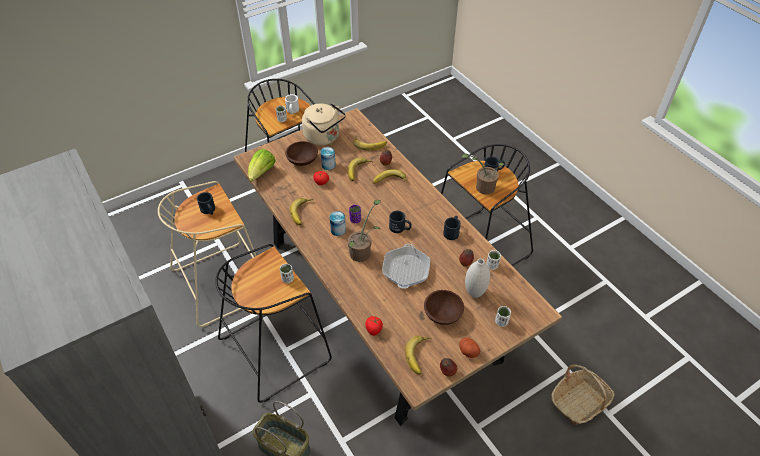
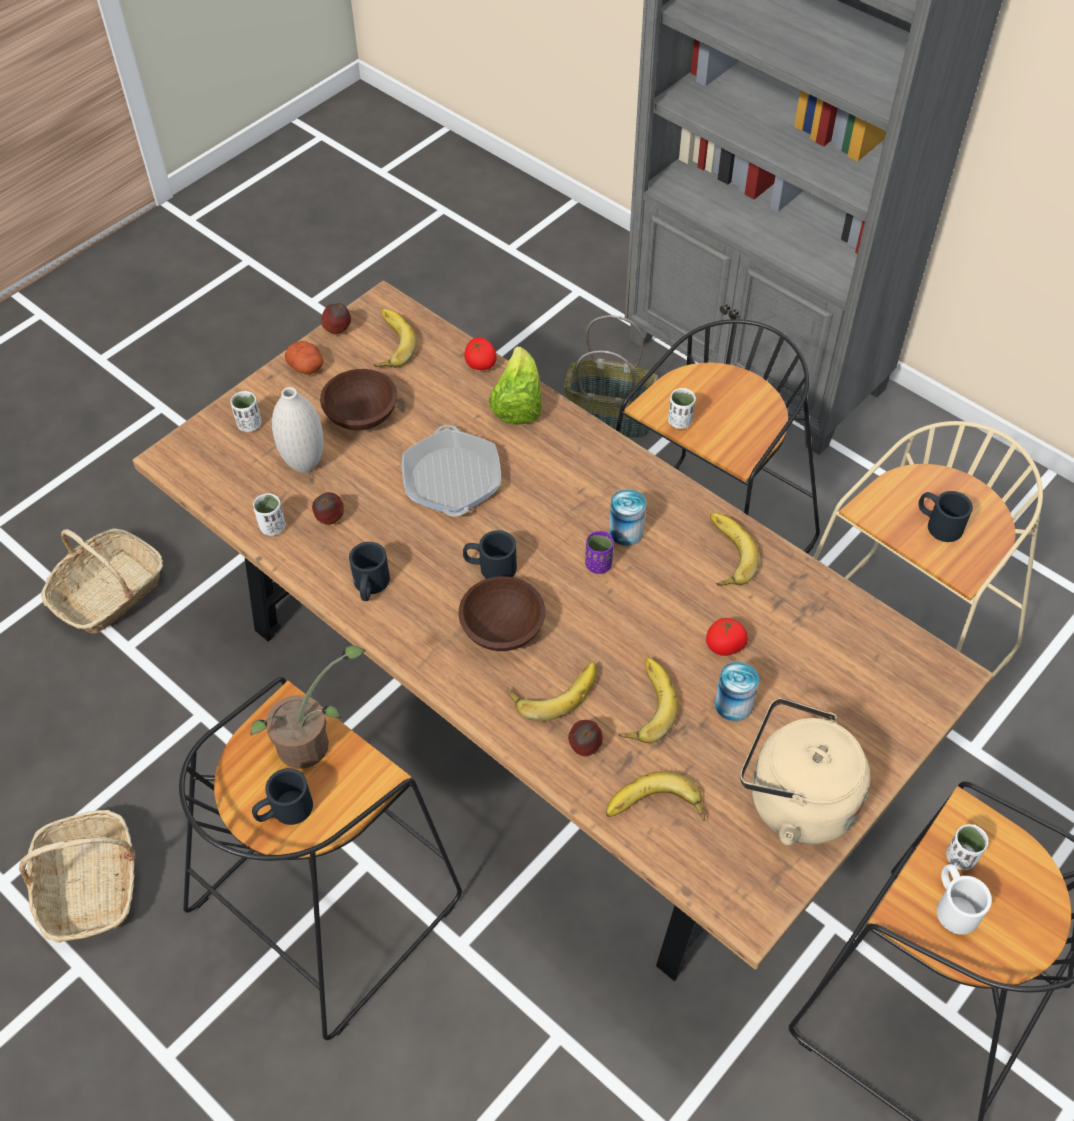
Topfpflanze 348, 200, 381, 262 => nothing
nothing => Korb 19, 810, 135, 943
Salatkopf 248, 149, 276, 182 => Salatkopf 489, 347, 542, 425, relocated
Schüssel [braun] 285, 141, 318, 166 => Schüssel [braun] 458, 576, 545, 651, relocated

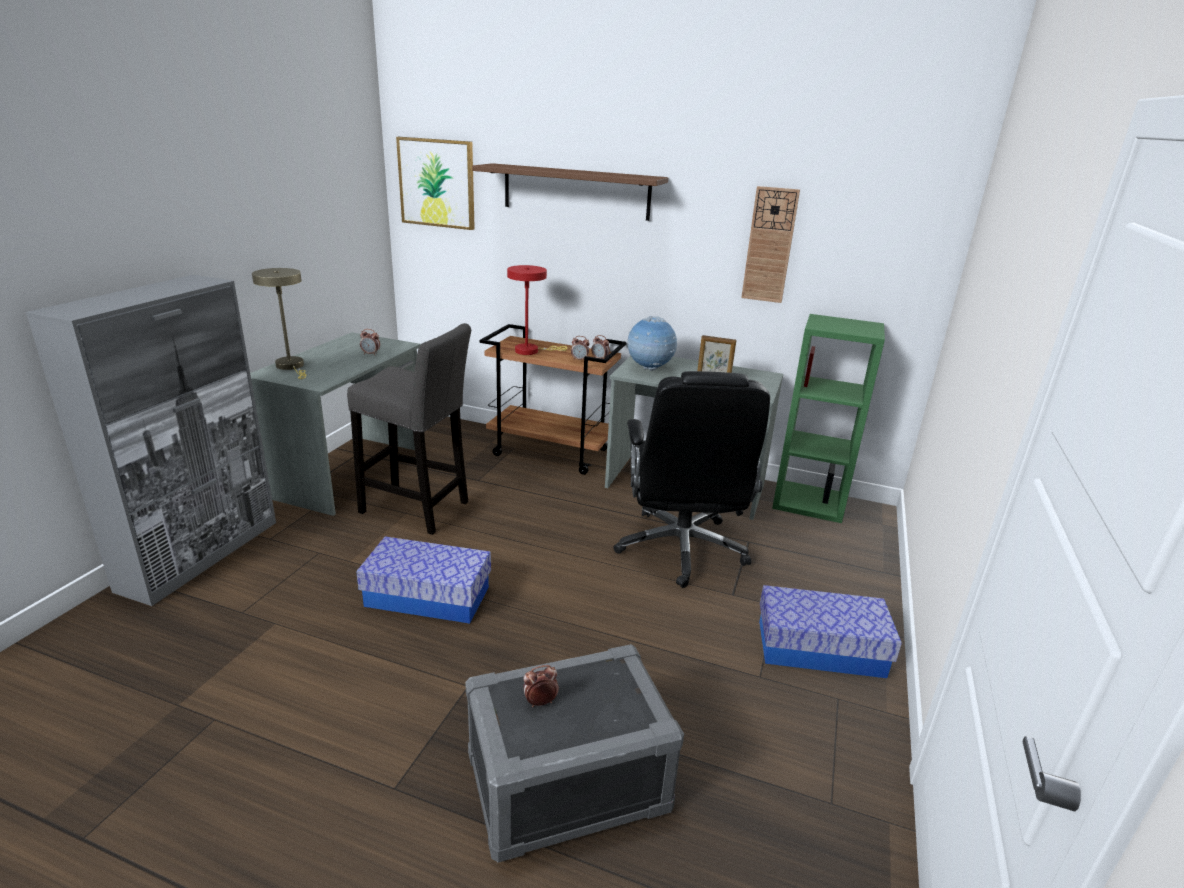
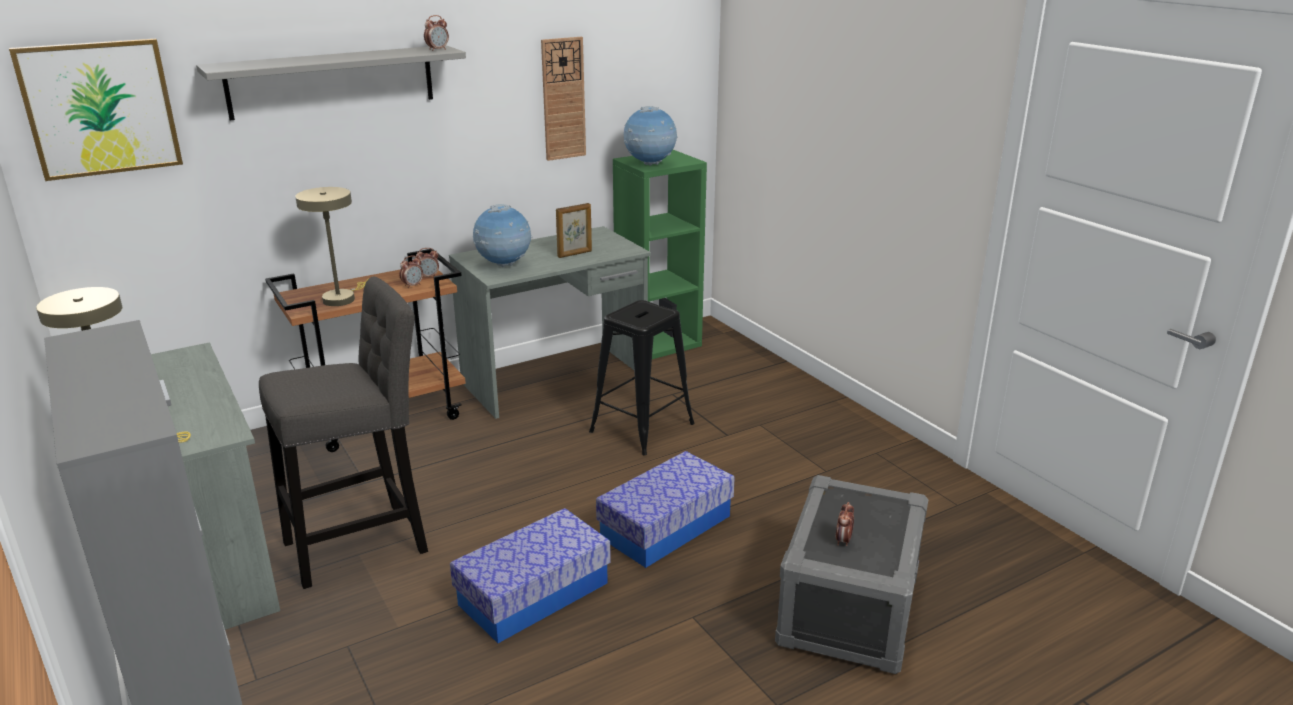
nothing => Globus 624, 106, 678, 166
Wecker 360, 329, 380, 356 => Wecker 424, 15, 449, 51, relocated
Aufbewahrungsbox 759, 585, 902, 678 => Aufbewahrungsbox 596, 451, 735, 568, relocated
Bürostuhl [schwarz] 613, 371, 770, 588 => Hocker [schwarz] 589, 300, 695, 455
Wandregal [braun] 472, 163, 668, 221 => Wandregal [grau] 196, 45, 466, 120
Tischlampe [rot] 507, 265, 567, 355 => Tischlampe [beige] 295, 187, 369, 306

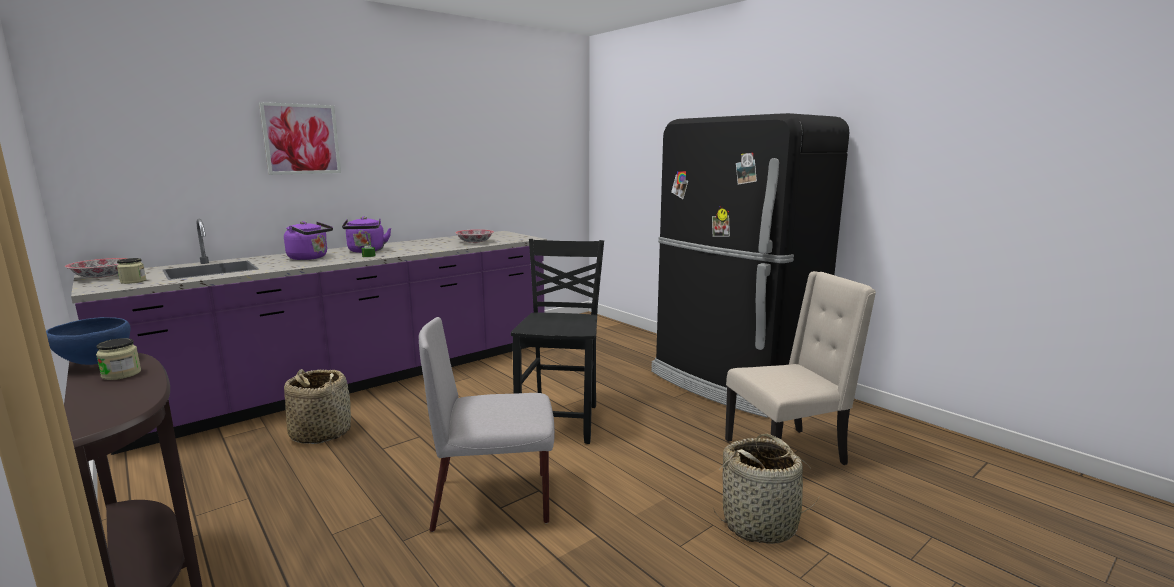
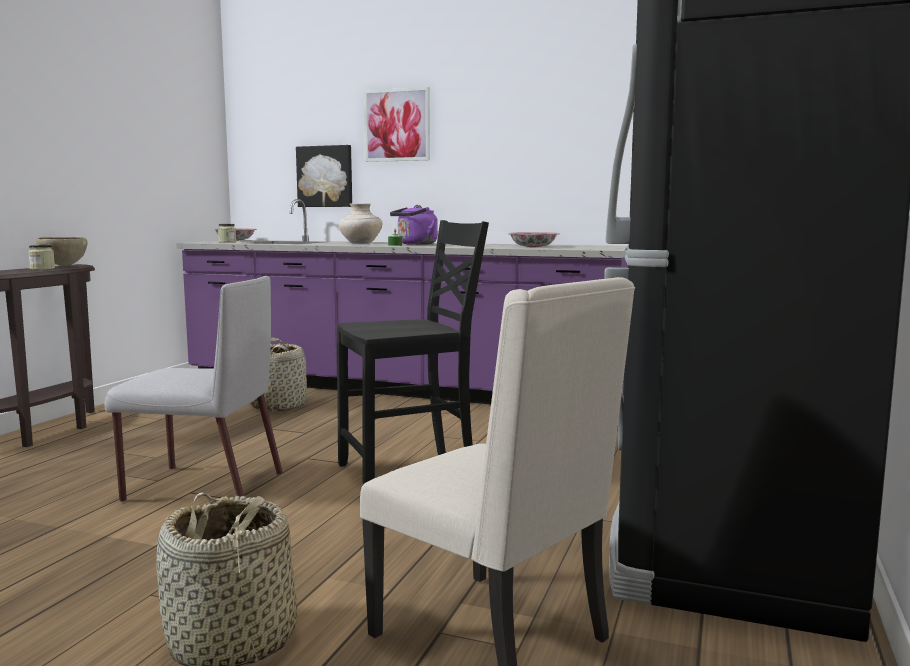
nothing => Bild 296, 145, 352, 207
Wasserkessel [lila] 284, 221, 333, 260 => Vase [beige] 339, 204, 382, 244
Schüssel [blau] 46, 317, 131, 365 => Schüssel [braun] 36, 237, 87, 266
Stuhl [grau] 419, 317, 555, 532 => Stuhl [grau] 105, 276, 283, 502, 135 degrees clockwise

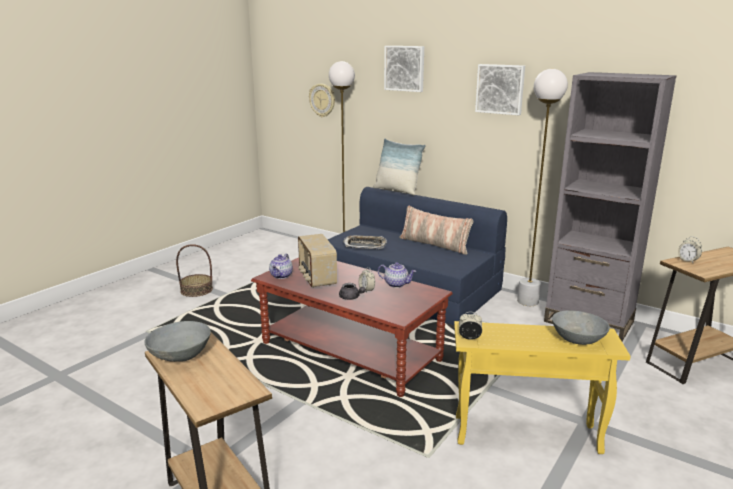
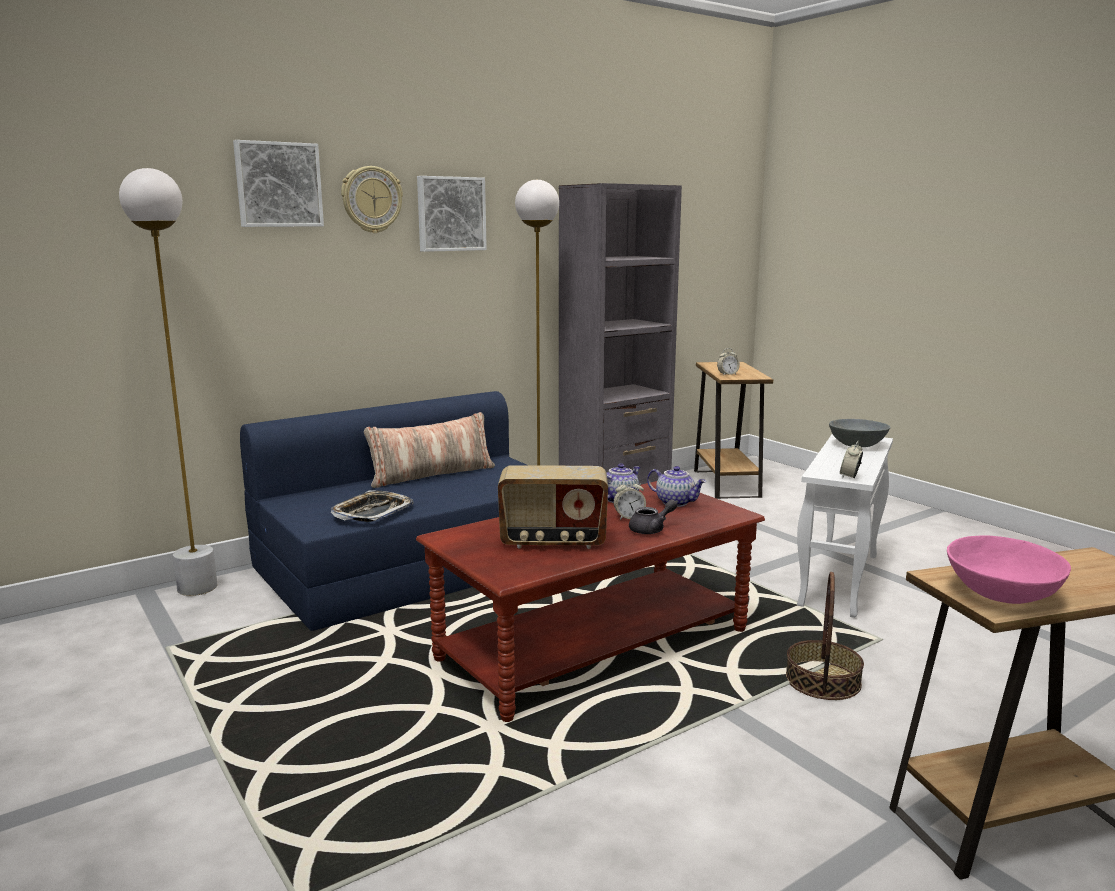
Kissen 373, 138, 426, 195 => nothing
Korb 176, 244, 213, 297 => Korb 786, 572, 864, 700, relocated
Teekanne 269, 253, 293, 279 => Teekanne 647, 466, 706, 507, relocated
Wanduhr 309, 84, 335, 117 => Wanduhr 341, 166, 403, 233, relocated
Schüssel [grau] 144, 321, 211, 362 => Schüssel [rosa] 947, 535, 1071, 604
Beistelltisch [gelb] 454, 321, 631, 454 => Beistelltisch [weiß] 797, 434, 893, 618

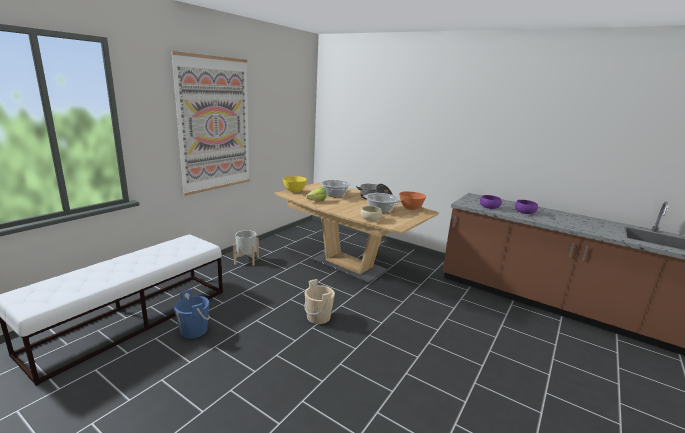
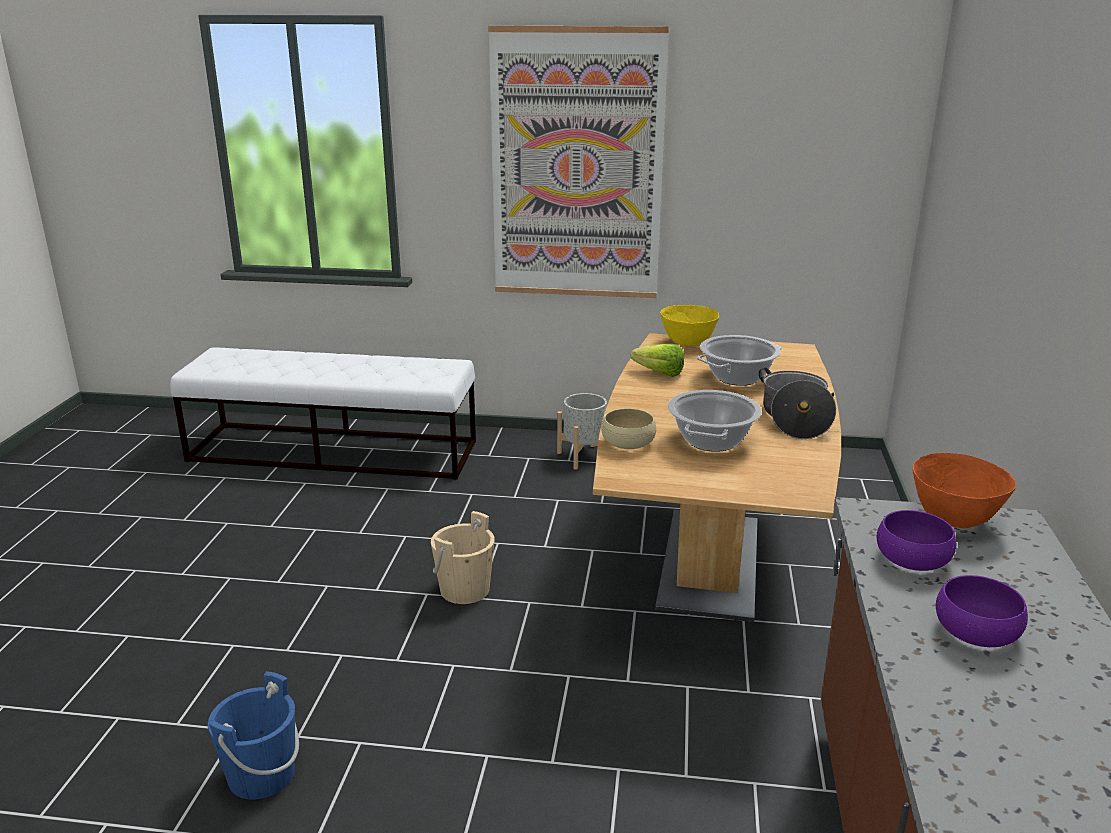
Eimer [blau] 174, 289, 210, 339 => Eimer [blau] 208, 671, 299, 800, relocated
Schüssel [orange] 399, 191, 426, 210 => Schüssel [orange] 912, 453, 1016, 528, relocated

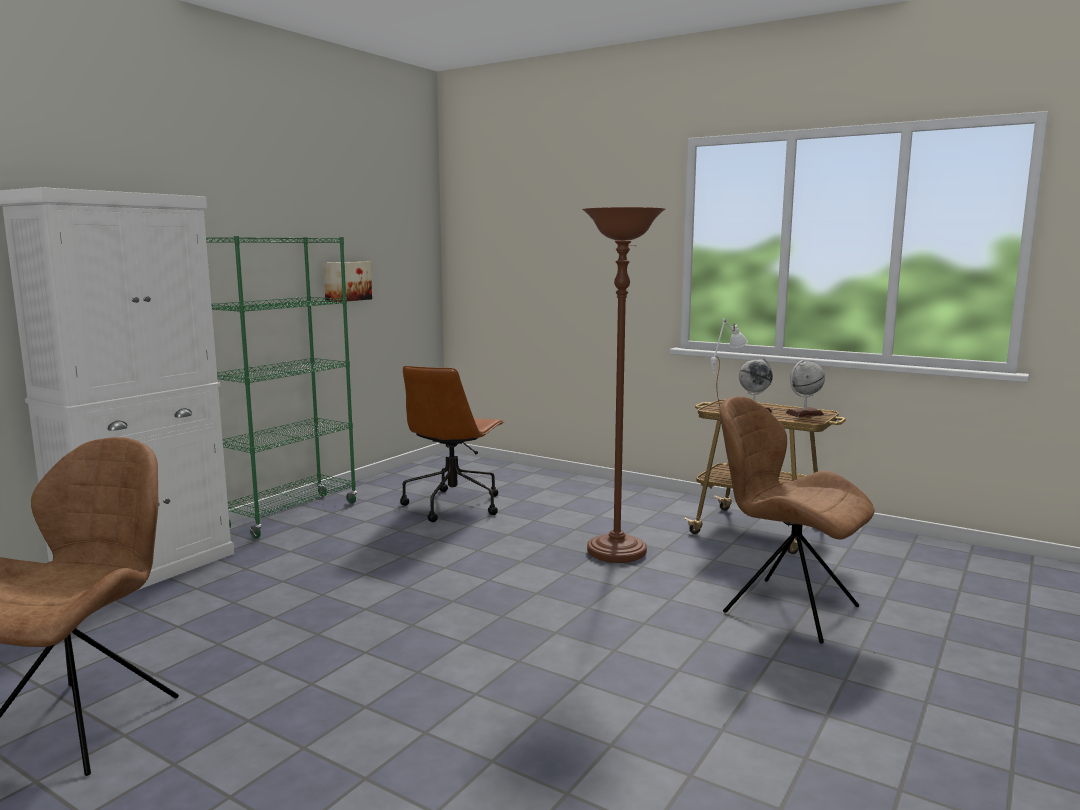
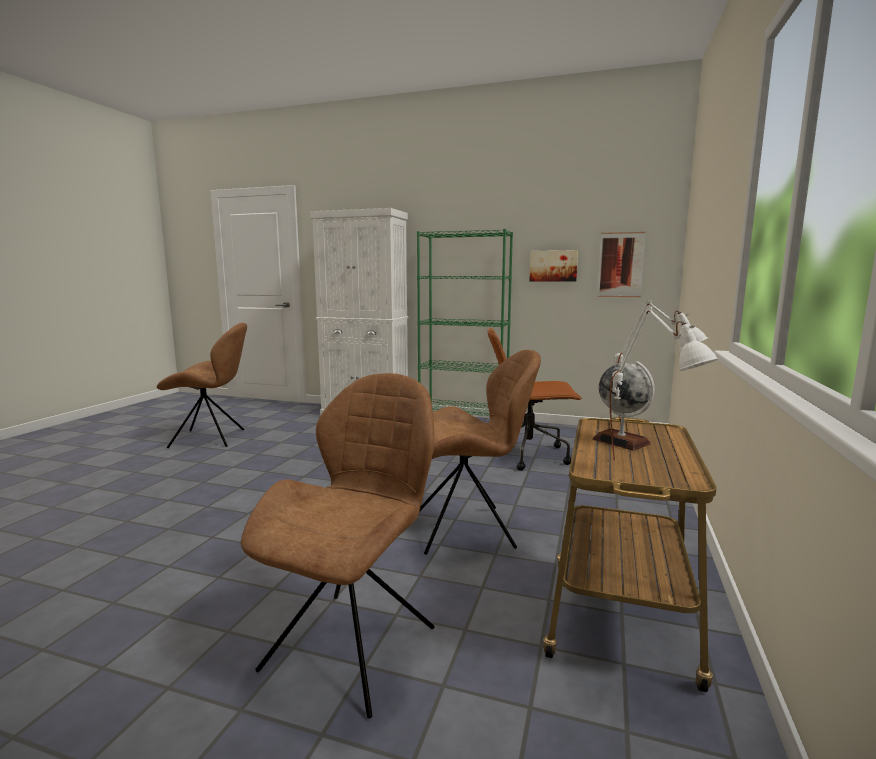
nothing => Bild 597, 232, 646, 297
Stehlampe [braun] 582, 207, 666, 563 => Stuhl [braun] 419, 350, 541, 555
Globus 786, 360, 825, 417 => Tischlampe [weiß] 609, 307, 719, 461

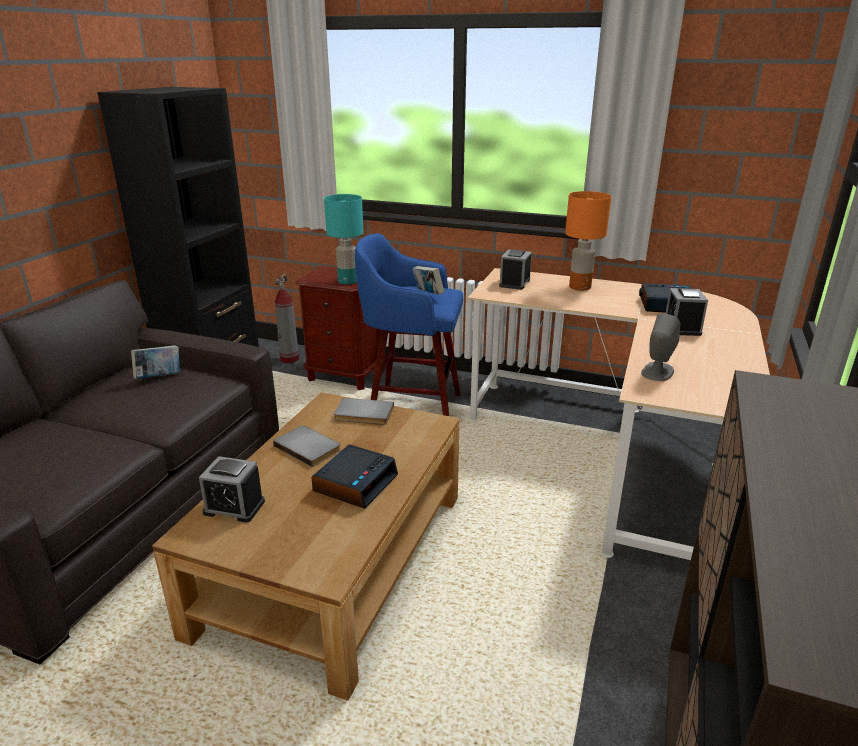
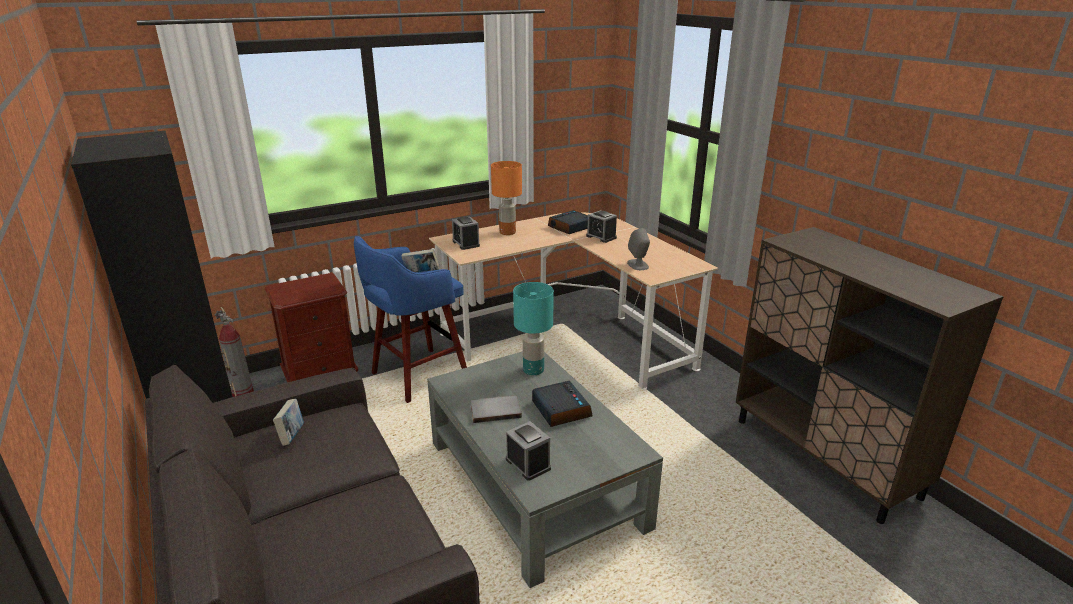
Buch [grau] 334, 398, 394, 425 => nothing
Tischlampe [türkis] 324, 194, 364, 285 => Tischlampe [türkis] 513, 282, 554, 375, relocated
Couchtisch [braun] 152, 392, 460, 701 => Couchtisch [grau] 427, 351, 663, 588
Wecker 199, 456, 265, 523 => Wecker 506, 421, 551, 481, 90 degrees counterclockwise

